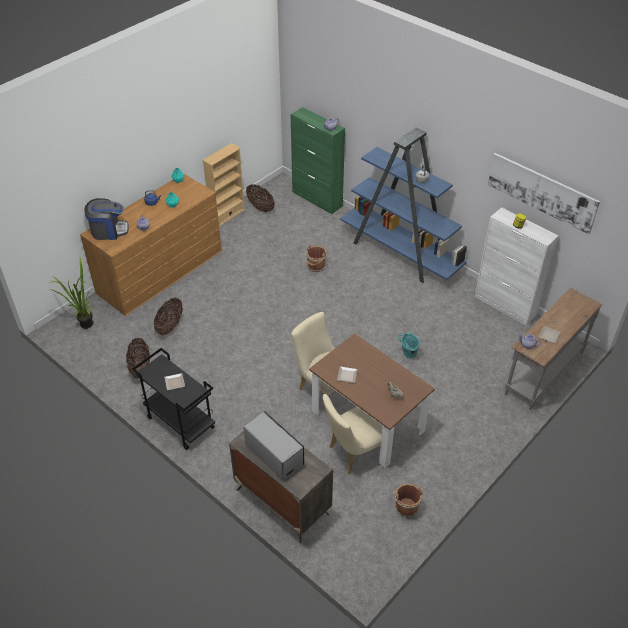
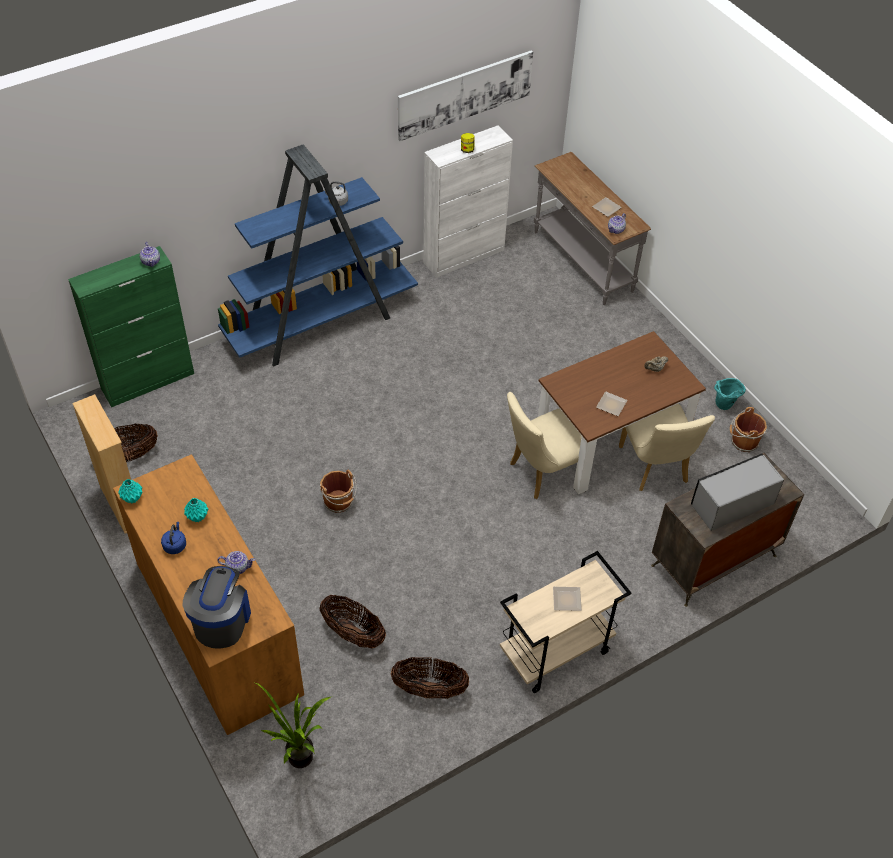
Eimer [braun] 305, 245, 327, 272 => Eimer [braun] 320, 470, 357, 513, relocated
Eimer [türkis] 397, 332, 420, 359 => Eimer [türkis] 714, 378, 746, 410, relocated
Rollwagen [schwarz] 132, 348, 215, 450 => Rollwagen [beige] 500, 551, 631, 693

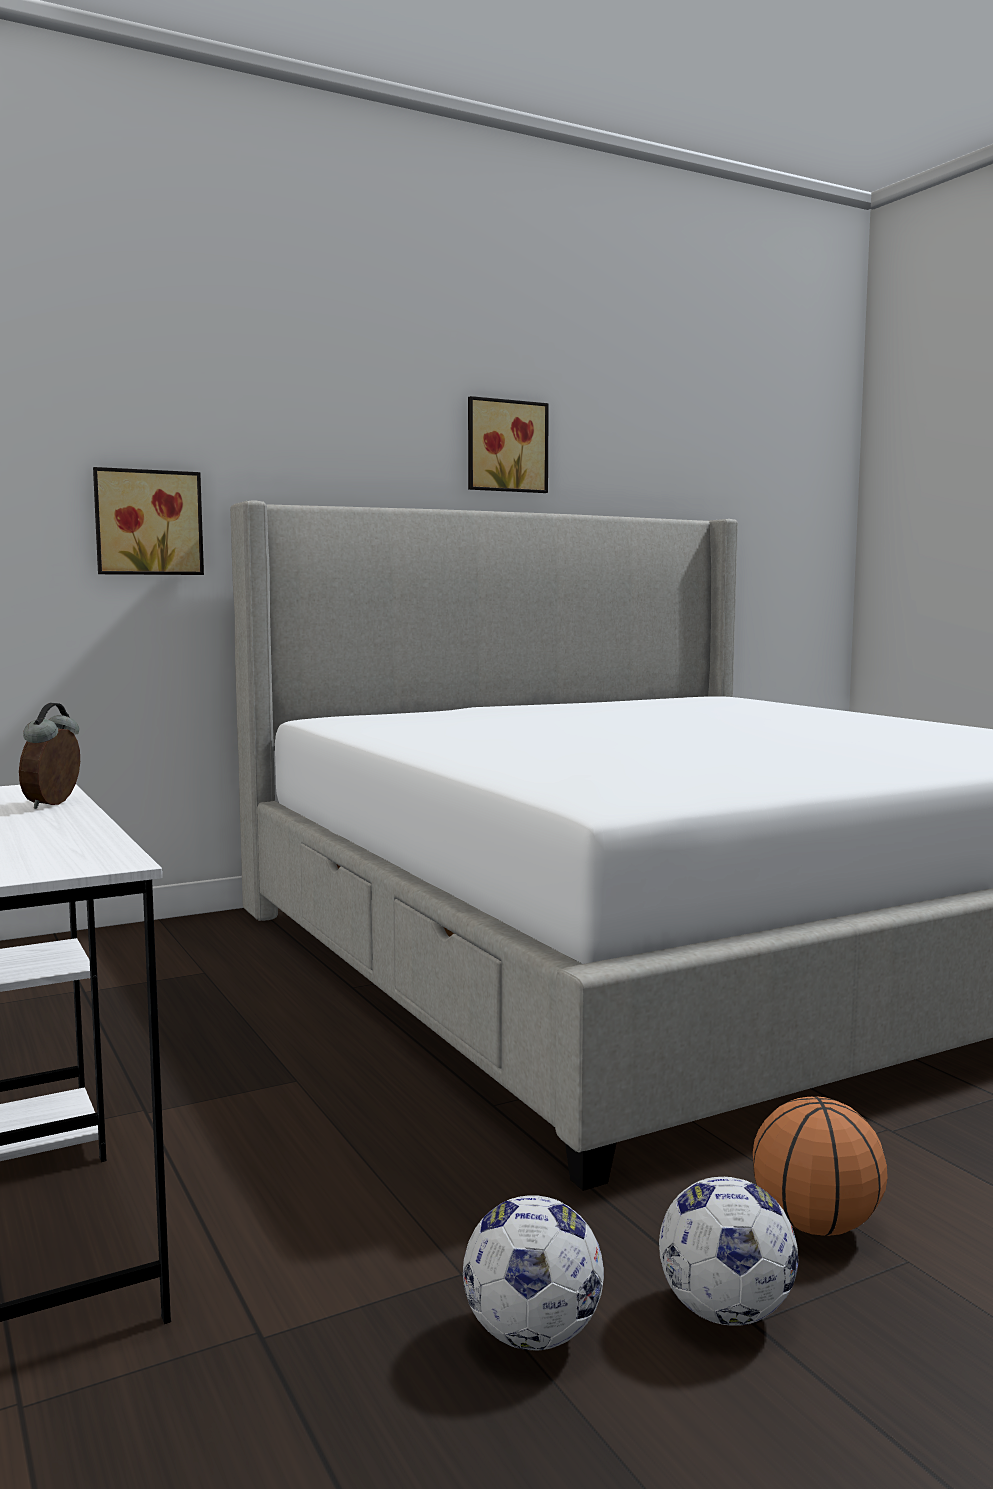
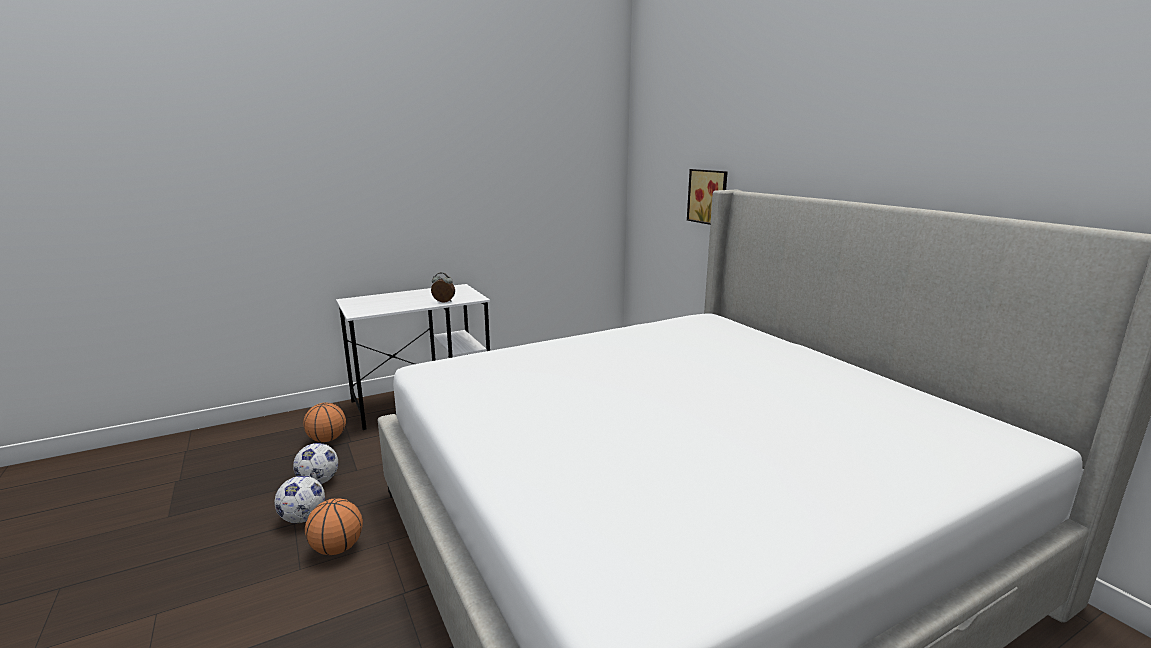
Bild 468, 396, 549, 493 => nothing
nothing => Basketball 303, 402, 346, 442

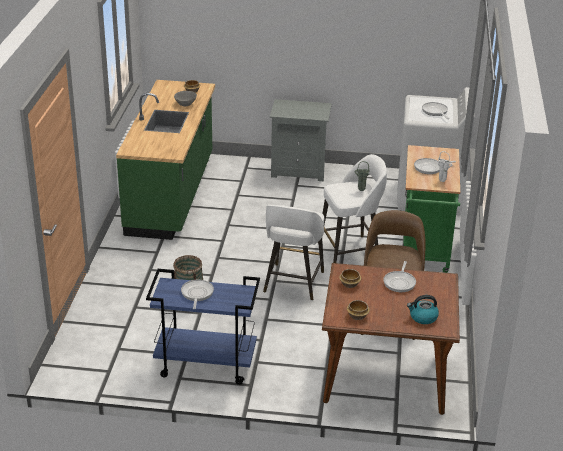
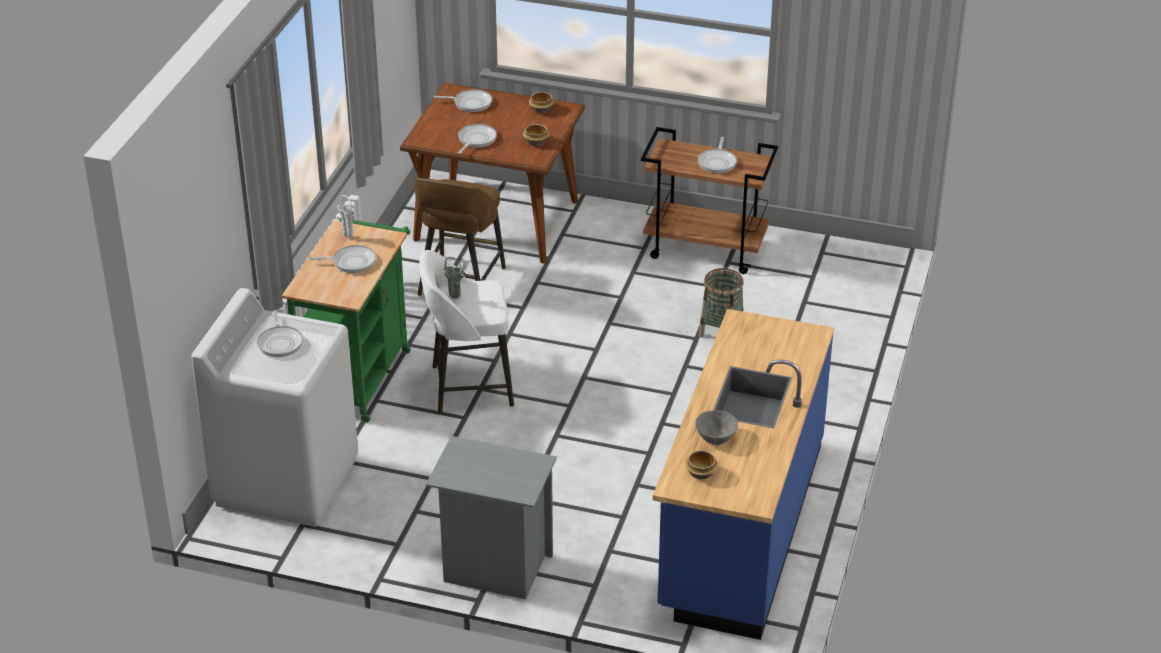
Hocker [weiß] 263, 205, 324, 300 => nothing
Wasserkessel 407, 295, 439, 324 => Pfanne 434, 89, 492, 112
Küchenzeile [grün] 116, 80, 215, 240 => Küchenzeile [blau] 653, 309, 834, 640
Rollwagen [blau] 146, 269, 260, 385 => Rollwagen [braun] 641, 127, 778, 274

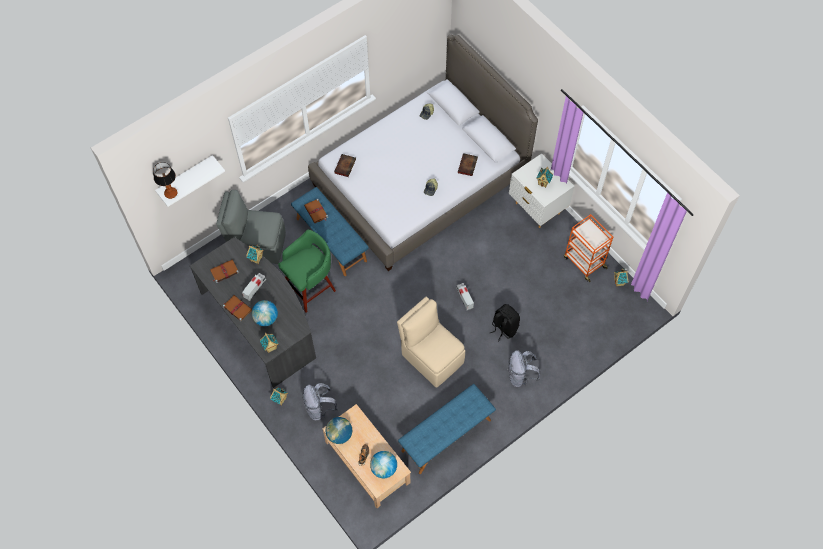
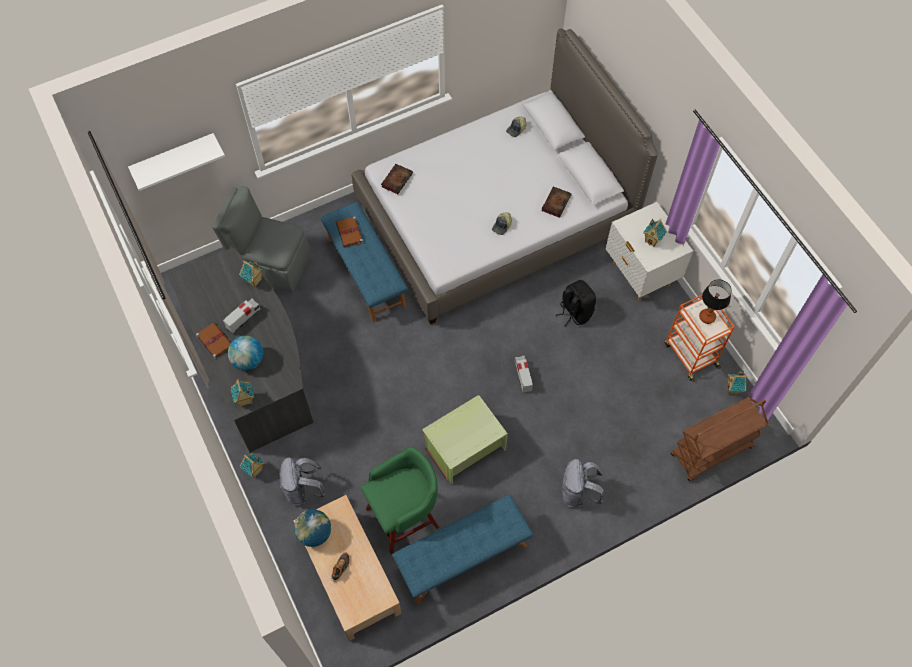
Buch [braun] 210, 259, 239, 283 => nothing
Globus 370, 451, 397, 478 => nothing
nothing => Rollwagen [braun] 671, 397, 769, 482
Tischlampe 153, 162, 177, 199 => Tischlampe 699, 279, 732, 324, relocated
Hocker [grün] 278, 230, 336, 313 => Hocker [grün] 361, 447, 439, 554, relocated
Rucksack [schwarz] 490, 304, 520, 341 => Rucksack [schwarz] 556, 280, 596, 327, relocated
Stuhl [beige] 397, 297, 465, 388 => Aufbewahrungsbox [grün] 422, 395, 508, 484

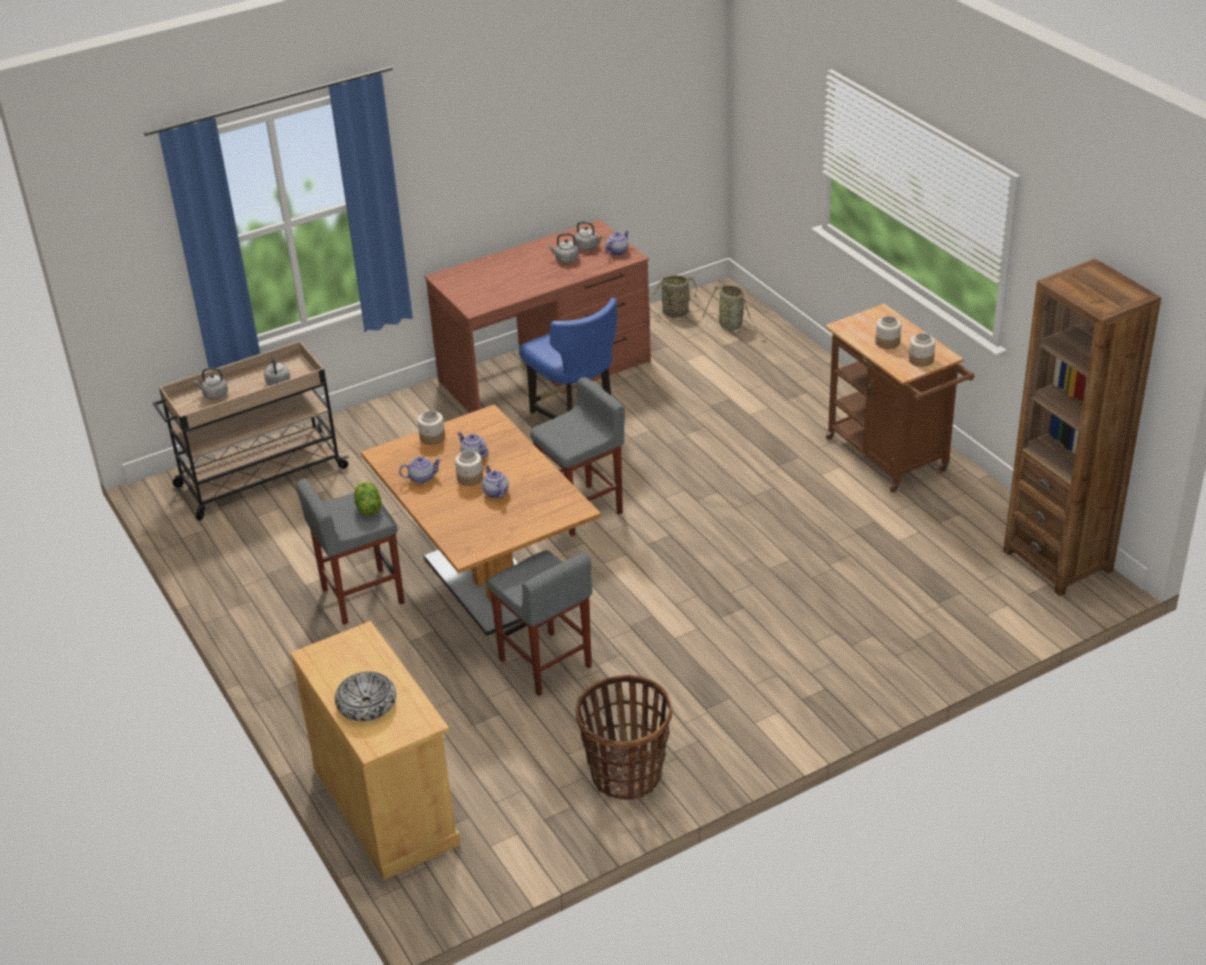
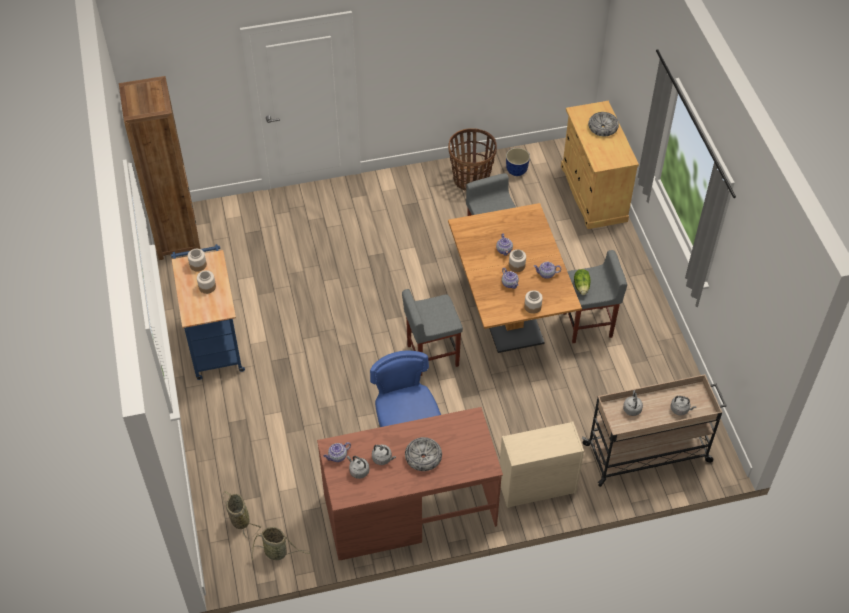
nothing => Schüssel 405, 437, 442, 471
nothing => Kommode [beige] 499, 421, 584, 508
nothing => Pflanzkübel 506, 148, 530, 176
Rollwagen [braun] 825, 304, 975, 493 => Rollwagen [blau] 171, 244, 245, 380

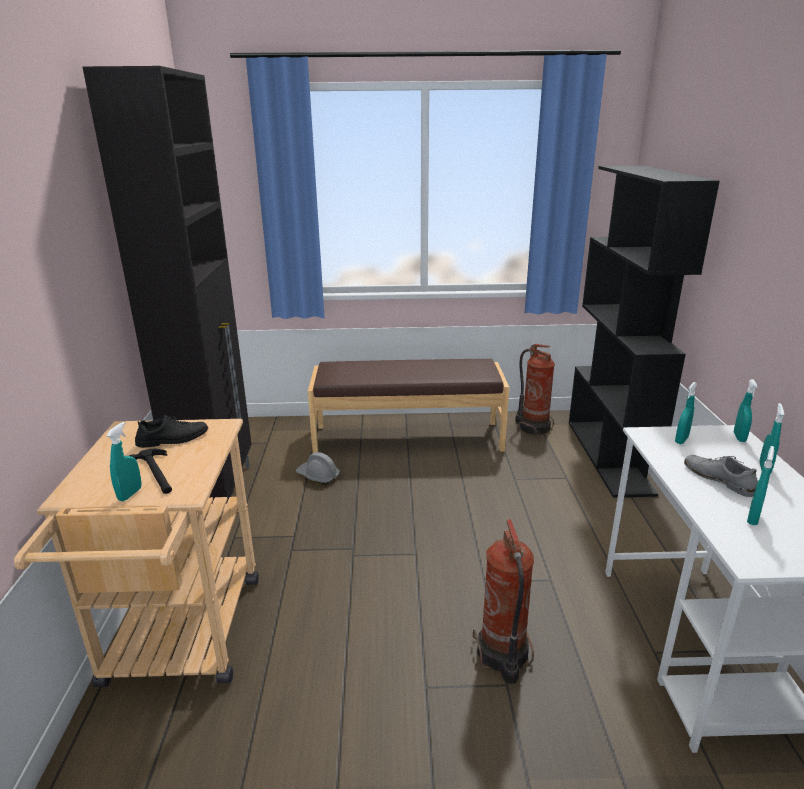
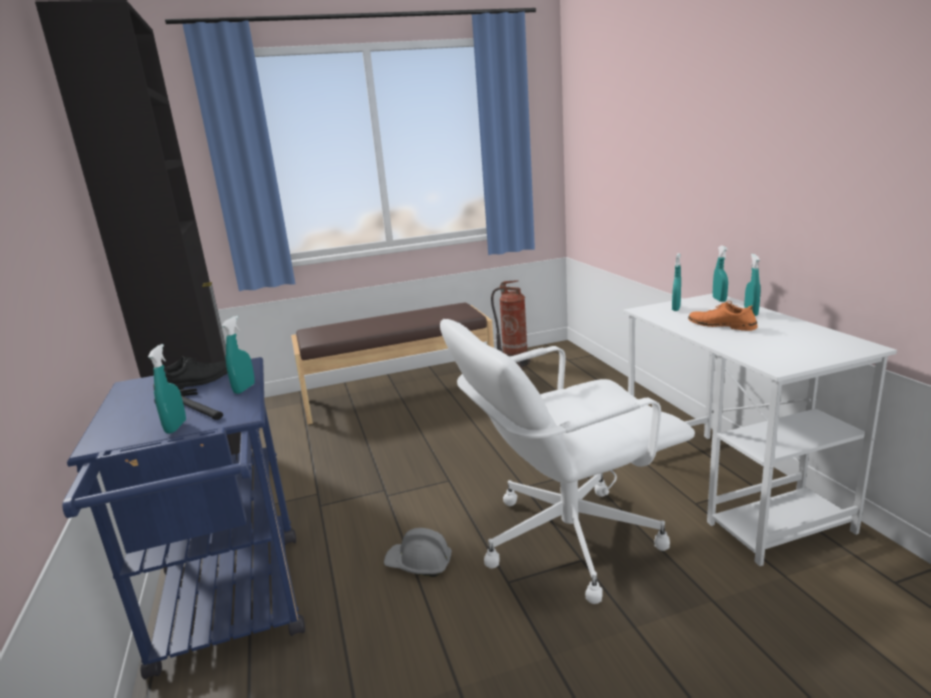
Bücherregal [schwarz] 569, 165, 720, 498 => nothing
Schutzhelm [grau] 296, 452, 340, 485 => Schutzhelm [grau] 384, 528, 452, 577, relocated
Sprühflasche [türkis] 747, 446, 774, 525 => Sprühflasche [türkis] 222, 316, 255, 394, relocated
Feuerlöscher 473, 519, 534, 684 => Bürostuhl [weiß] 440, 319, 695, 604
Rollwagen [beige] 14, 419, 259, 687 => Rollwagen [blau] 62, 357, 305, 679
Schuh [grau] 684, 455, 758, 497 => Schuh [orange] 688, 301, 758, 331

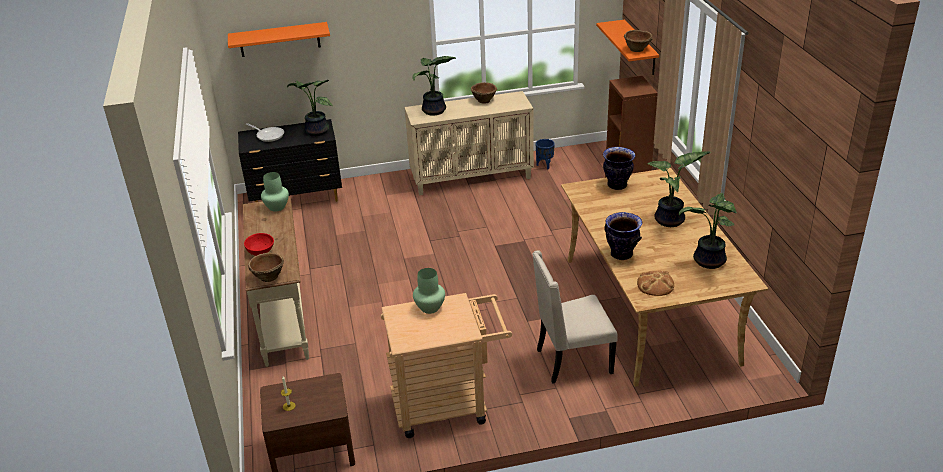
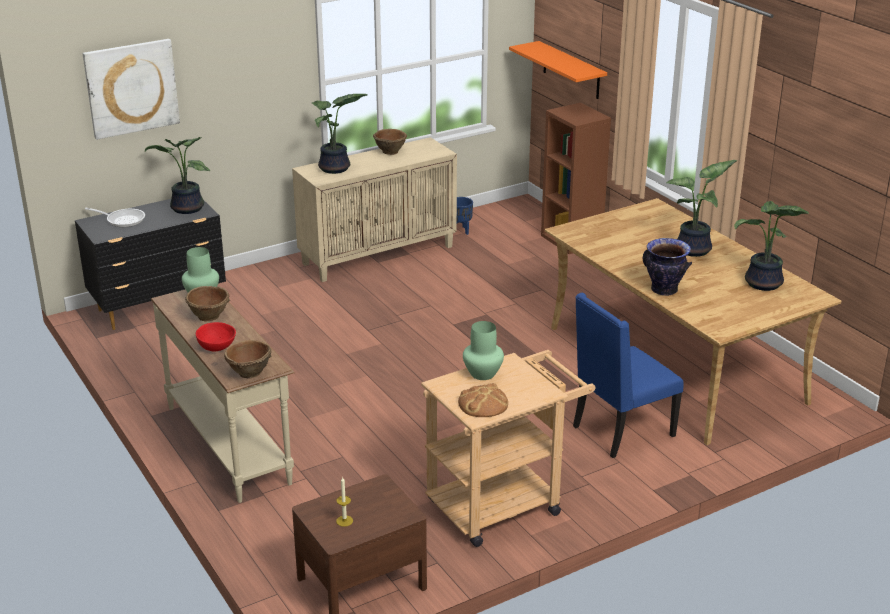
Vase 603, 147, 635, 190 => nothing
Schüssel [braun] 624, 30, 653, 52 => Schüssel [braun] 185, 286, 230, 321, relocated
Brot 637, 271, 674, 296 => Brot 458, 383, 508, 417, relocated
Wandregal [orange] 228, 22, 330, 57 => Bild 83, 39, 180, 140
Stuhl [beige] 532, 250, 618, 384 => Stuhl [blau] 573, 292, 684, 458

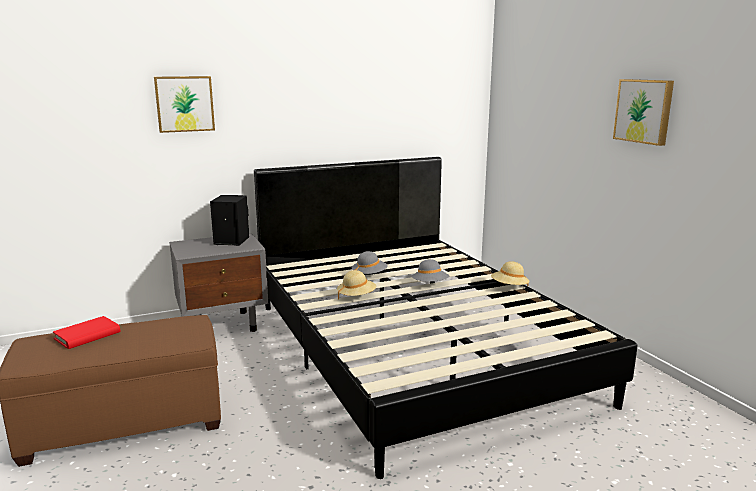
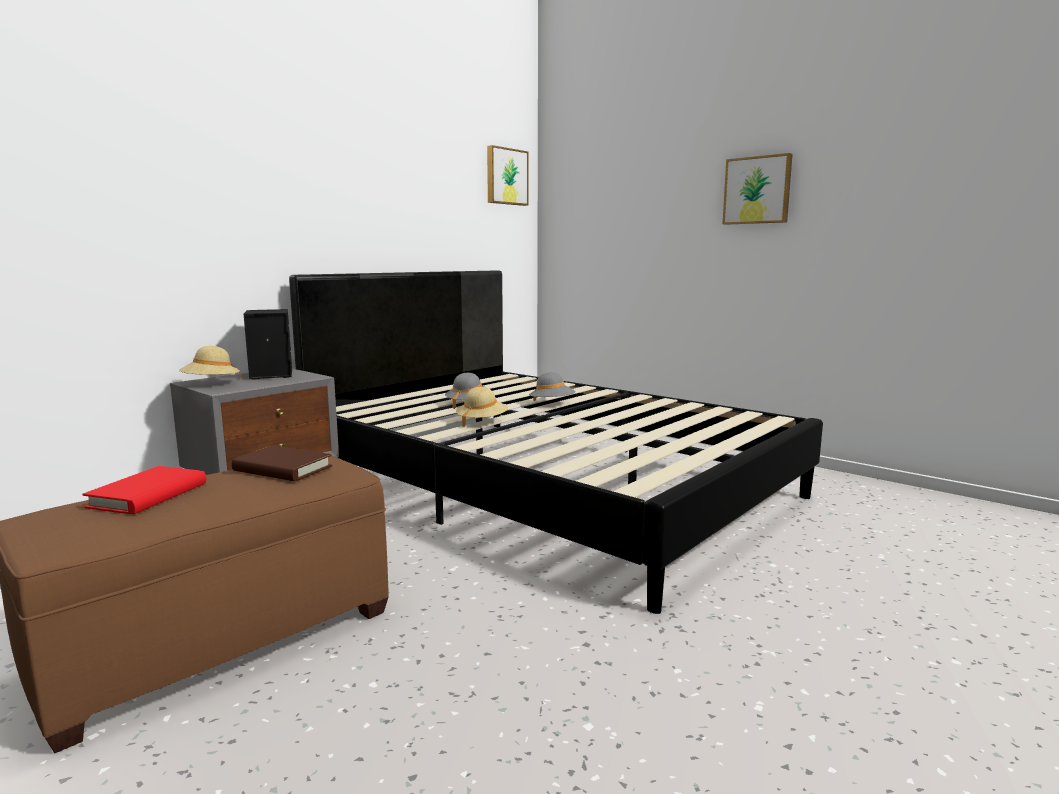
nothing => Buch [braun] 232, 445, 332, 481
Bild 154, 76, 215, 133 => Bild 487, 145, 529, 206, relocated
Hut [beige] 491, 261, 529, 285 => Hut [beige] 179, 346, 241, 380, relocated

